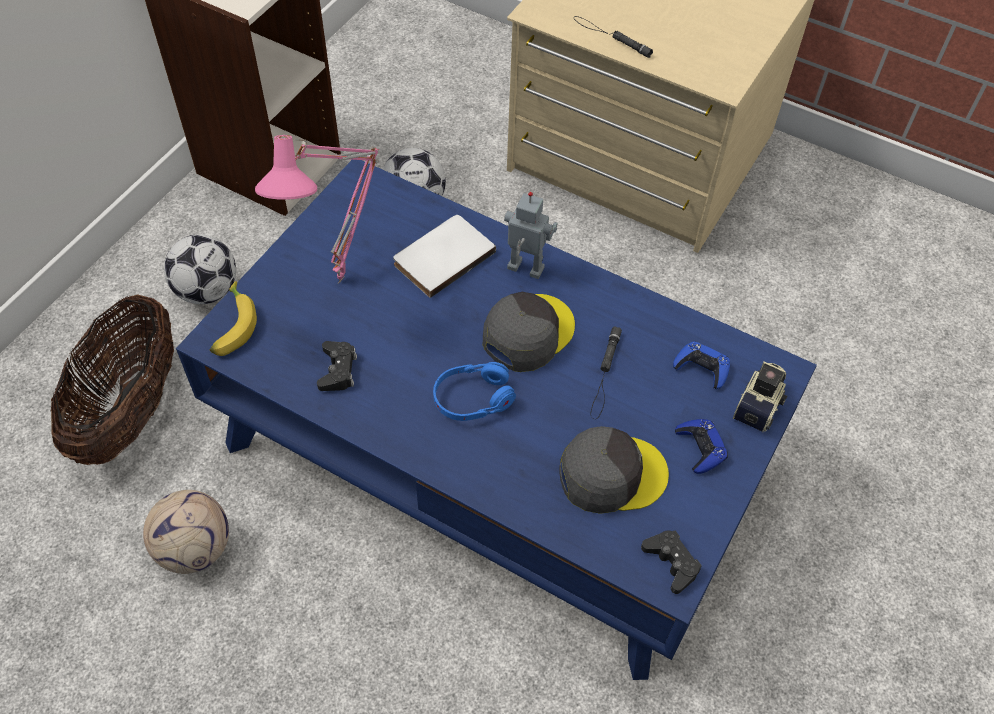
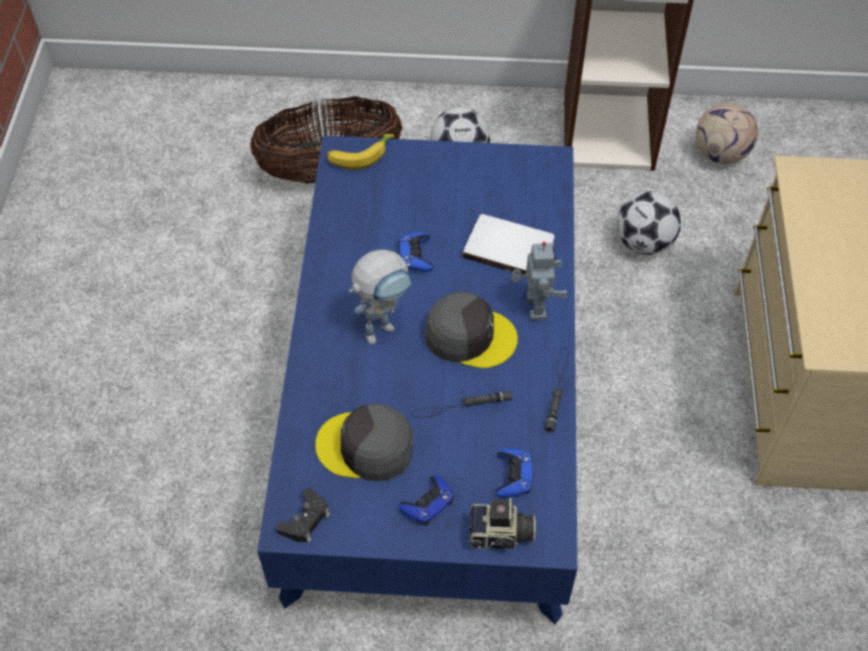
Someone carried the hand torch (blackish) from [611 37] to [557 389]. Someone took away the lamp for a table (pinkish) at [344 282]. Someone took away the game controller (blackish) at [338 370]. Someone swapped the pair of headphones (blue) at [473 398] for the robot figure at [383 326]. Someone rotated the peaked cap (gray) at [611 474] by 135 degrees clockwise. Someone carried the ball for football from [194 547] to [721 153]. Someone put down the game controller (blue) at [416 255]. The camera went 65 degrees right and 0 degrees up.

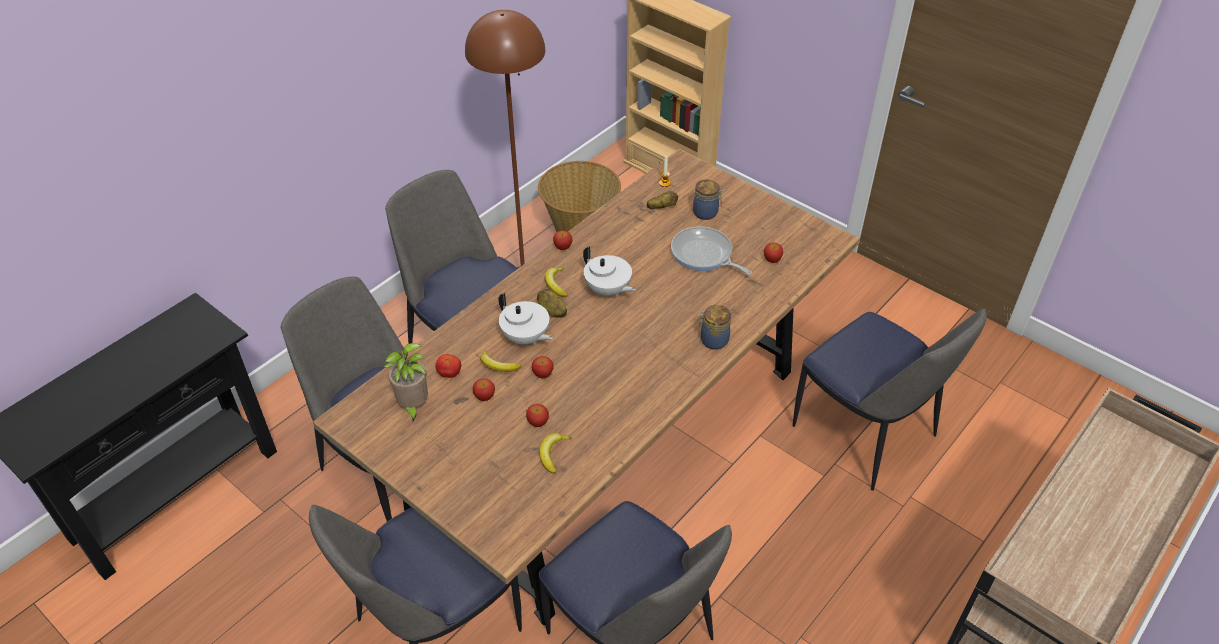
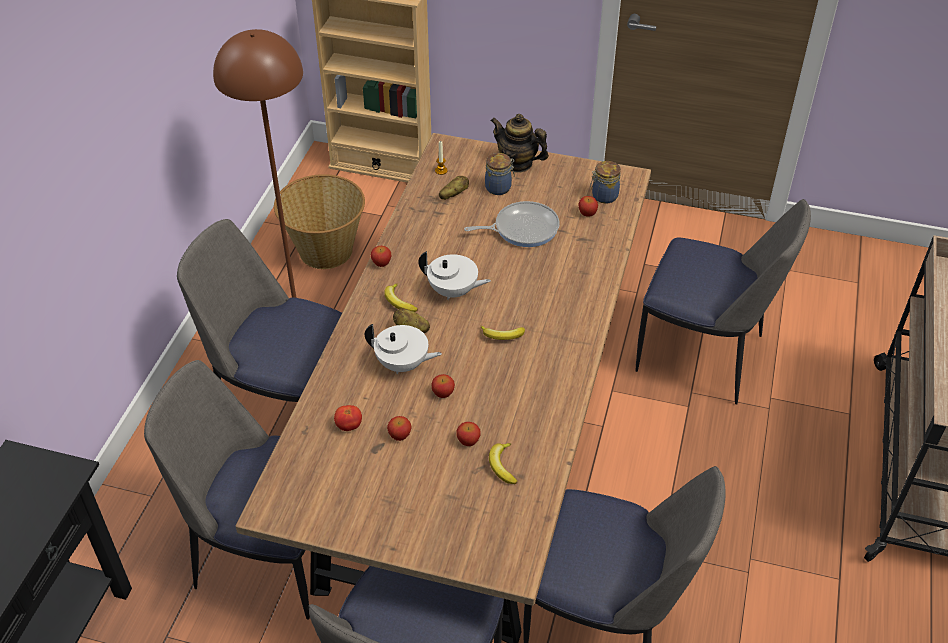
Someone rotated the frying pan at [704 255] by 150 degrees clockwise. Someone carried the jar from [713 340] to [603 196]. Someone took away the potted plant at [413 406]. Someone carried the banana from [498 366] to [502 336]. Someone put down the tea pot at [518 163]. The camera went 25 degrees left and 0 degrees up.

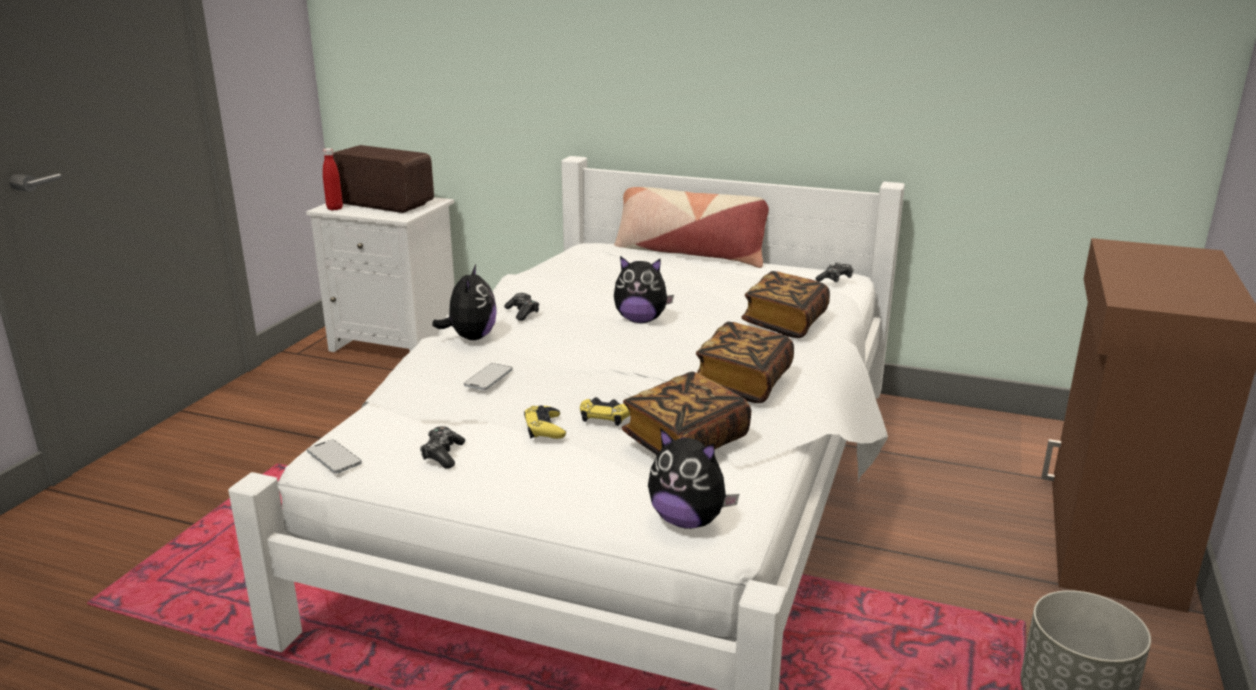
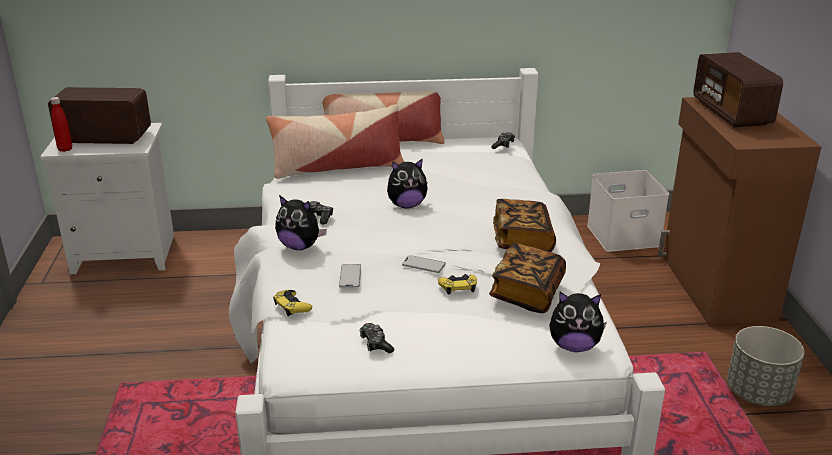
Someone rotated the soft toy at [470 337] by 135 degrees clockwise. Someone took away the book at [785 322]. Someone carried the game controller (yellow-coloured) from [544 428] to [292 306]. Someone carried the phone from [334 458] to [423 265]. Someone put down the radio at [731 113]. Someone put down the cushion at [337 167]. Someone put down the storage bin (whitish) at [624 234]. The camera went 25 degrees left and 5 degrees up.

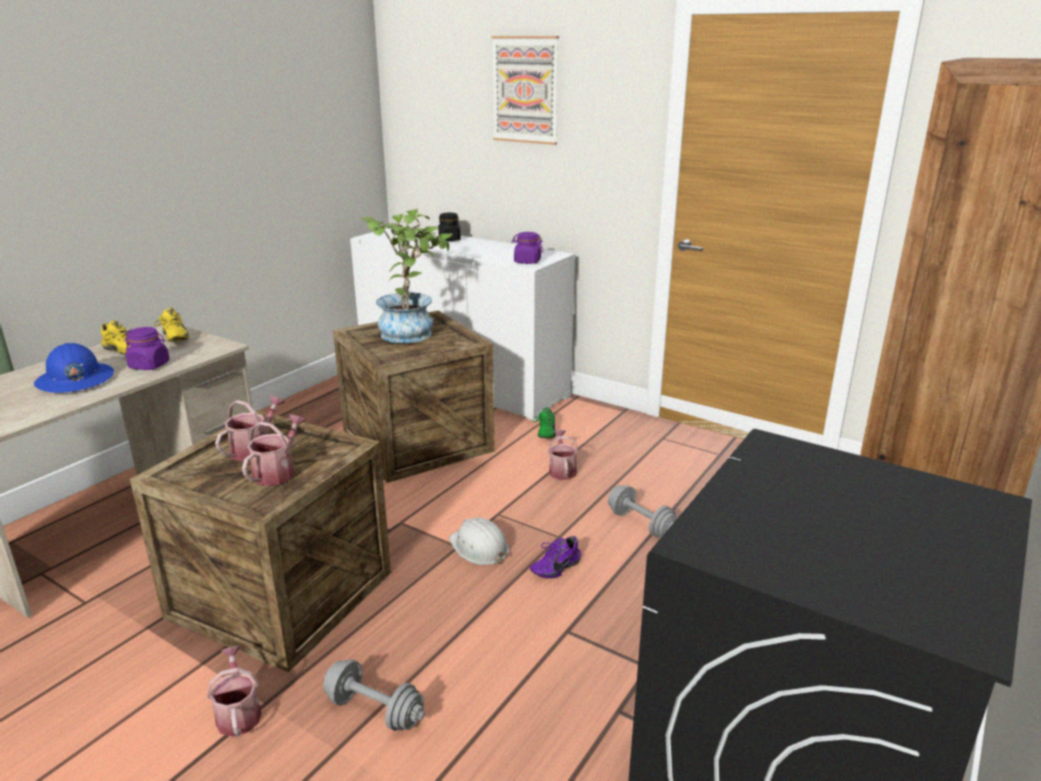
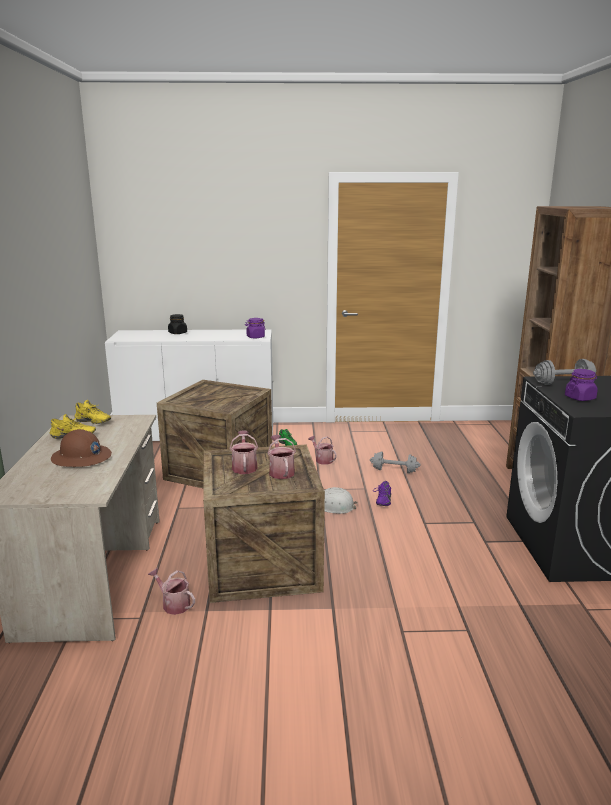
Someone took away the picture at [525 90]. Someone took away the potted plant at [412 331]. Someone carried the jar (purple-coloured) from [150 365] to [580 398]. Someone repainted the hard hat (blue) at [75 380], which became the hard hat (brown) at [81 458]. Someone carried the sprinkling can from [238 713] to [173 604]. Someone carried the dumbbell (gray) from [375 710] to [563 383]. The camera went 35 degrees left and 5 degrees down.

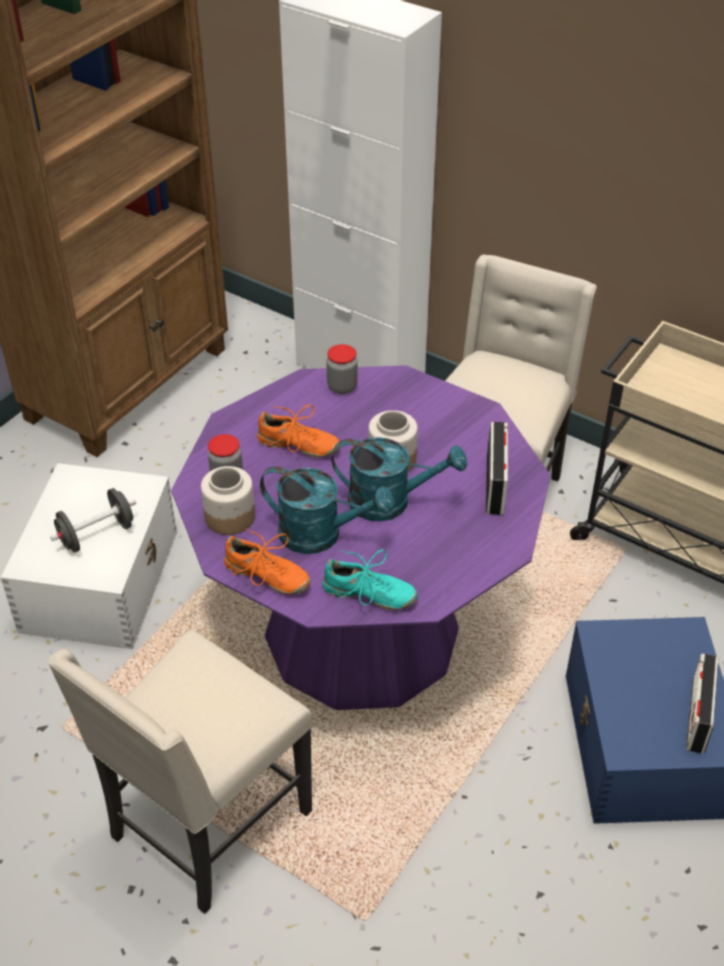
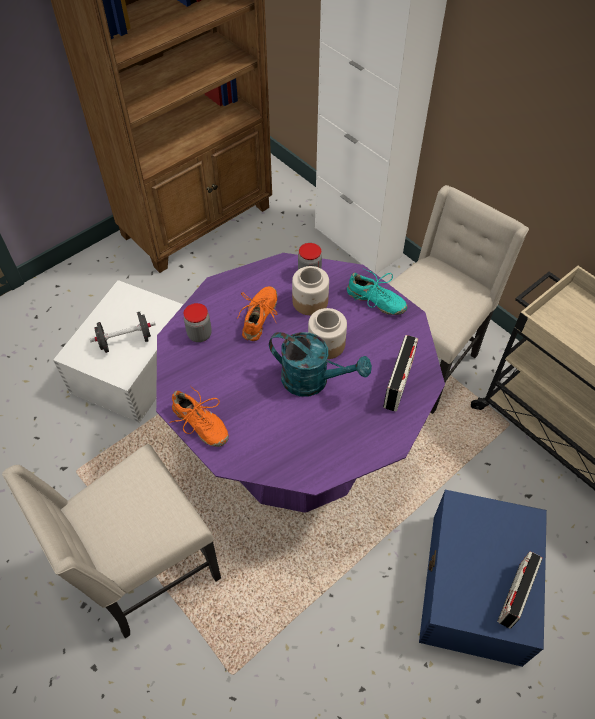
Someone rotated the low shoe (orange) at [298 446] by 105 degrees counterclockwise. Someone carried the jar from [229 517] to [309 301]. Someone took away the sprinkling can (turquoise) at [321 535]. Someone carried the low shoe (turquoise) from [369 595] to [375 301]. The camera went 15 degrees right and 10 degrees up.

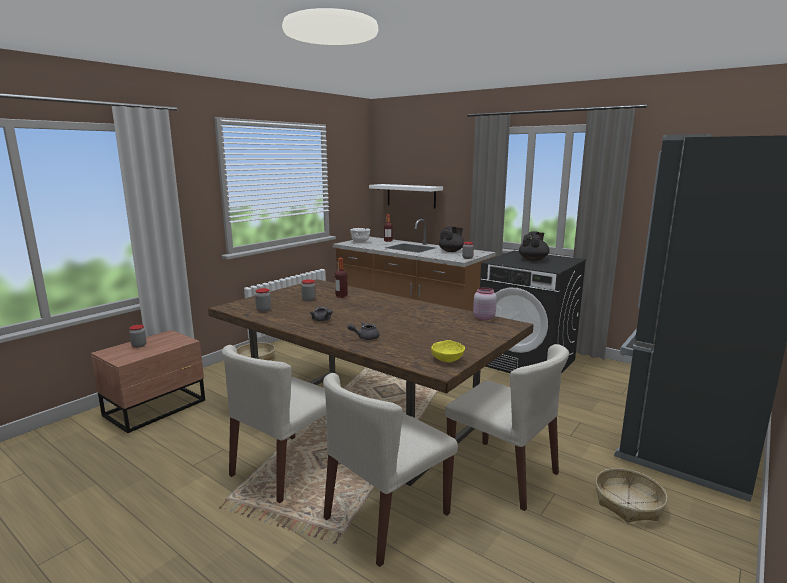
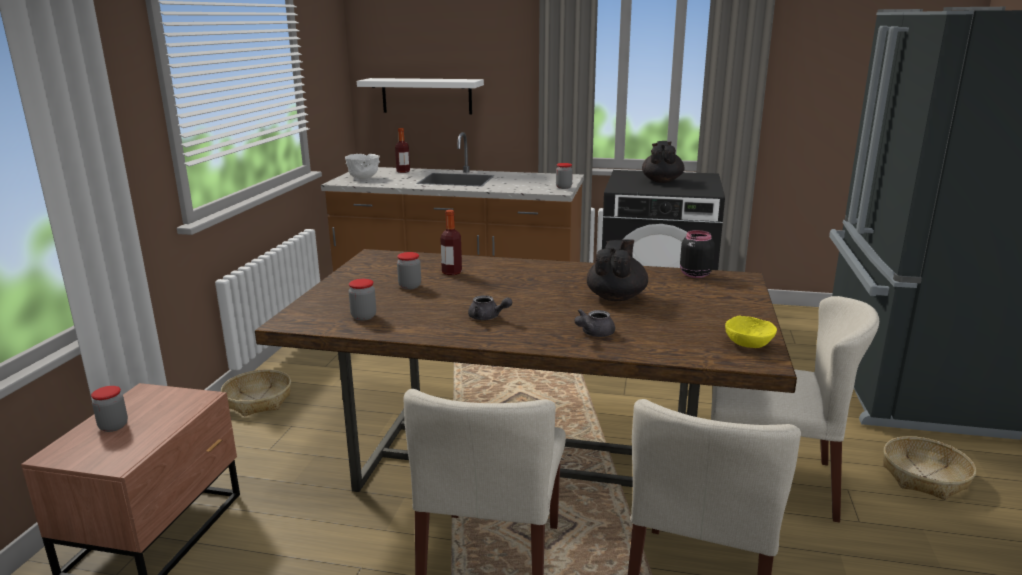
Someone carried the tea pot (blackish) from [451 251] to [616 297]. Someone repainted the jar (pinkish) at [483 318], which became the jar (blackish) at [694 274]. The camera went 25 degrees left and 5 degrees up.

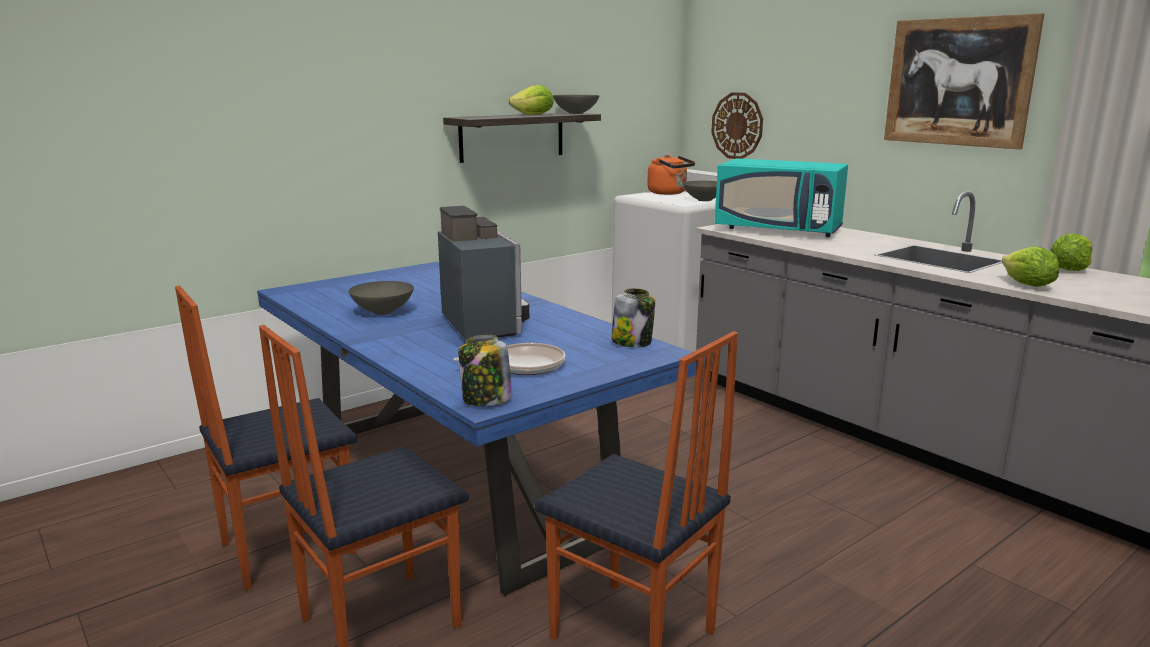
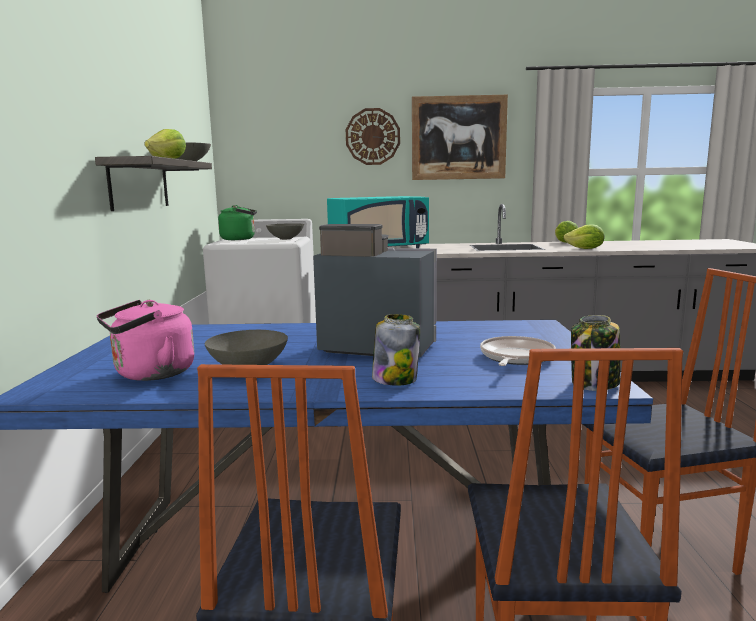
Someone carried the hanging clock from [737 126] to [372 136]. Someone repainted the tea kettle (orange) at [669 193], which became the tea kettle (green) at [240 239]. Someone carried the jar from [632 342] to [395 379]. Someone put down the tea kettle (pinkish) at [150 374]. The camera went 50 degrees left and 5 degrees down.

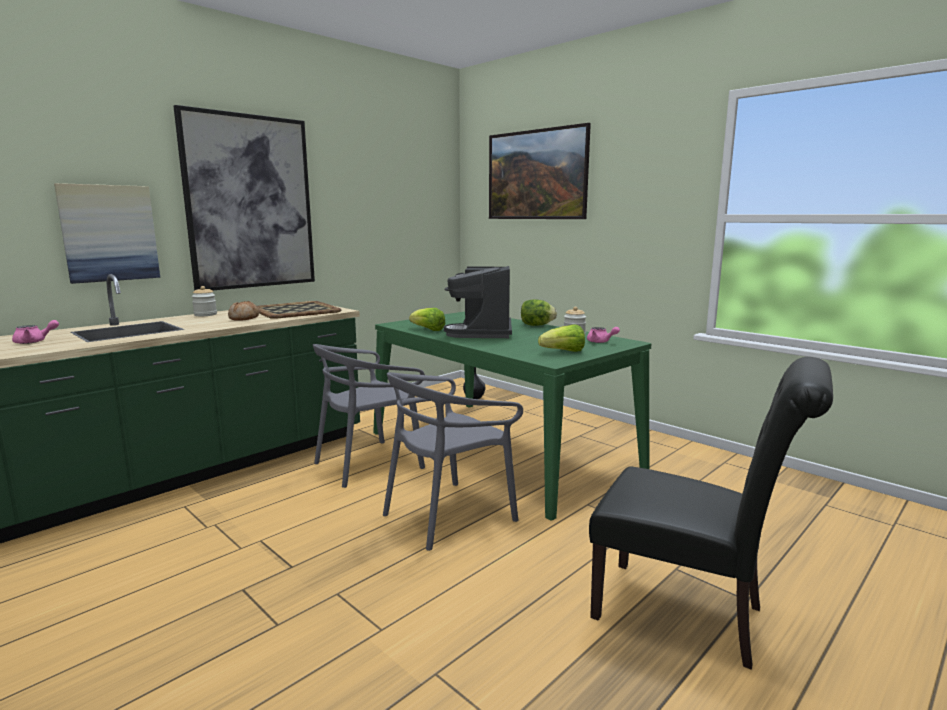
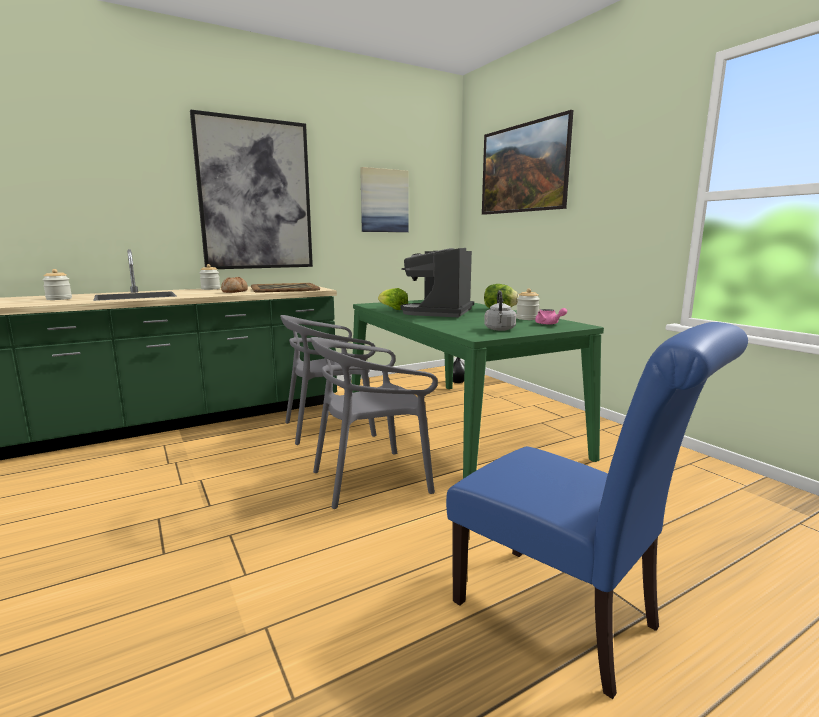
Someone carried the picture from [109 233] to [384 201]. Someone swapped the tea pot (pinkish) at [34 342] for the jar at [59 299]. Someone swapped the lettuce at [564 352] for the tea kettle (gray) at [499 329]. Someone repainted the chair (blackish) at [689 615], which became the chair (blue) at [566 619]. The camera went 15 degrees right and 0 degrees up.

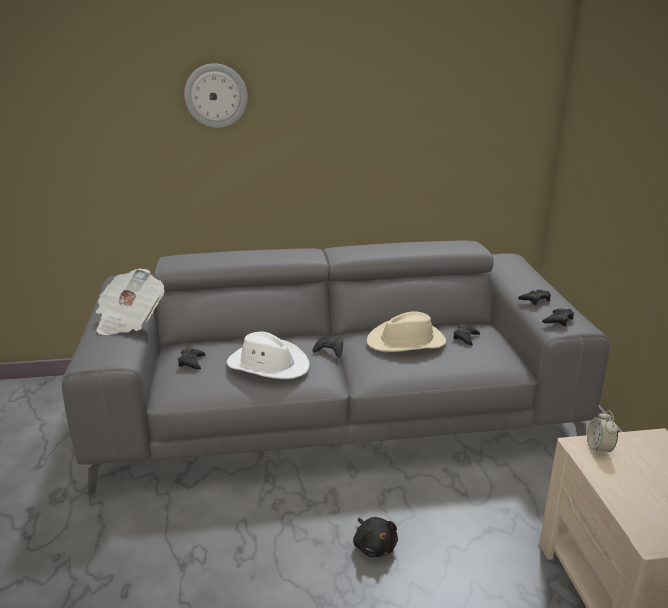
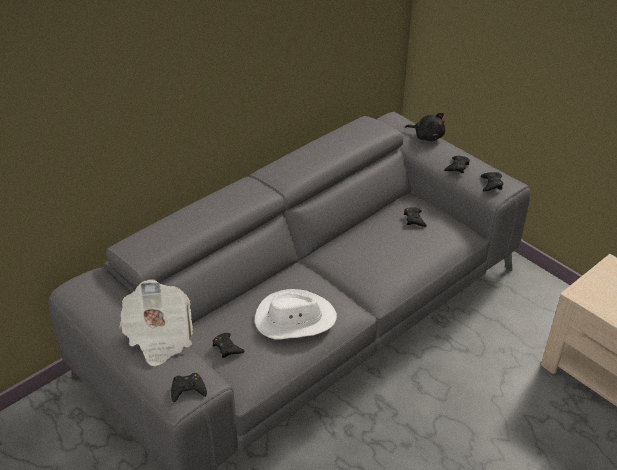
Someone took away the hanging clock at [216 95]. Someone took away the clothing hat (beige-coloured) at [406 342]. Someone carried the game controller (blackish) from [329 350] to [188 390]. Someone took away the table clock at [599 448]. Someone carried the soft toy (blackish) from [374 546] to [427 136]. The camera went 35 degrees left and 15 degrees up.

